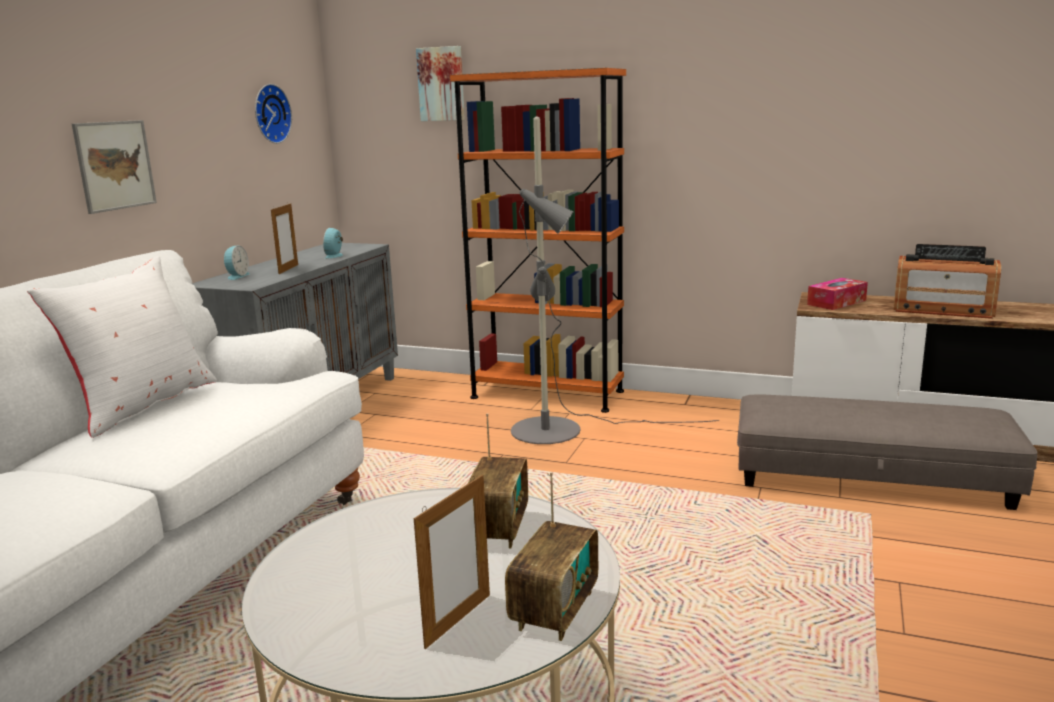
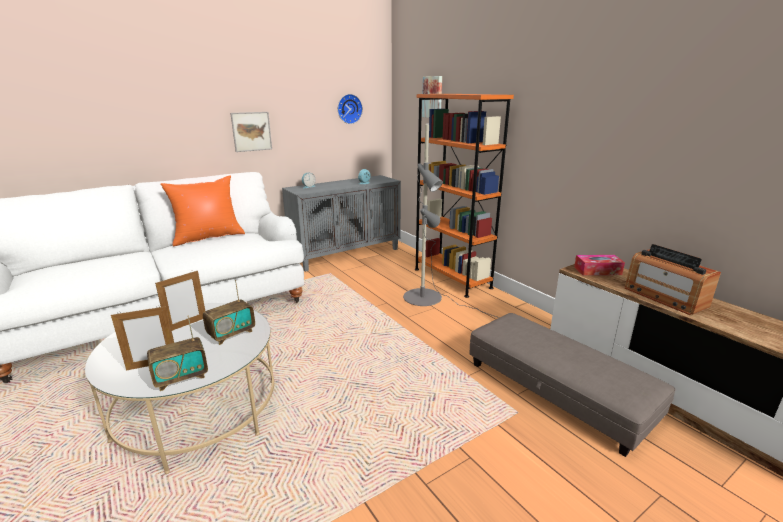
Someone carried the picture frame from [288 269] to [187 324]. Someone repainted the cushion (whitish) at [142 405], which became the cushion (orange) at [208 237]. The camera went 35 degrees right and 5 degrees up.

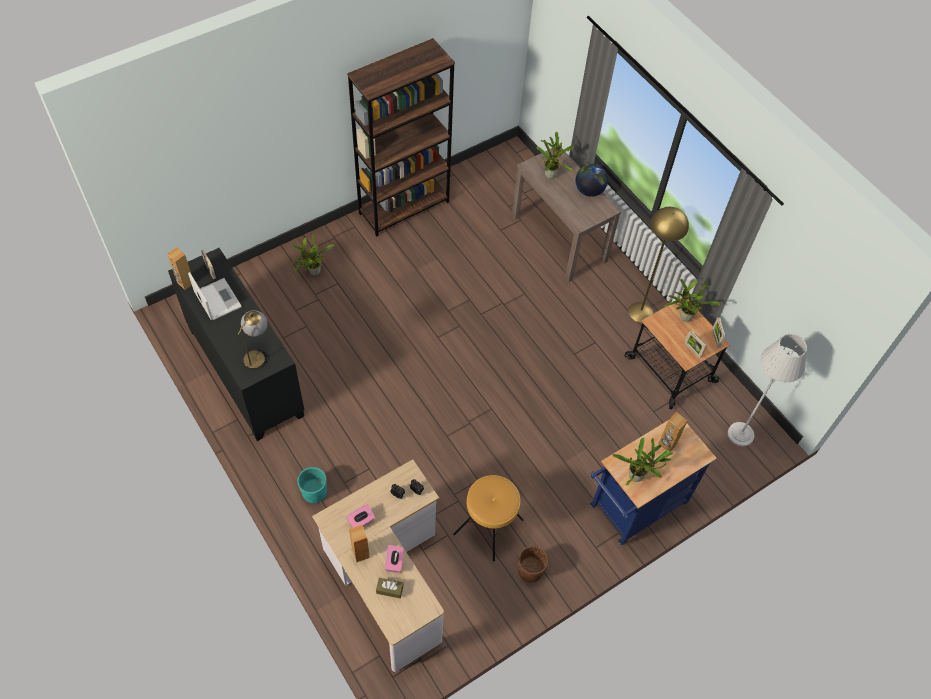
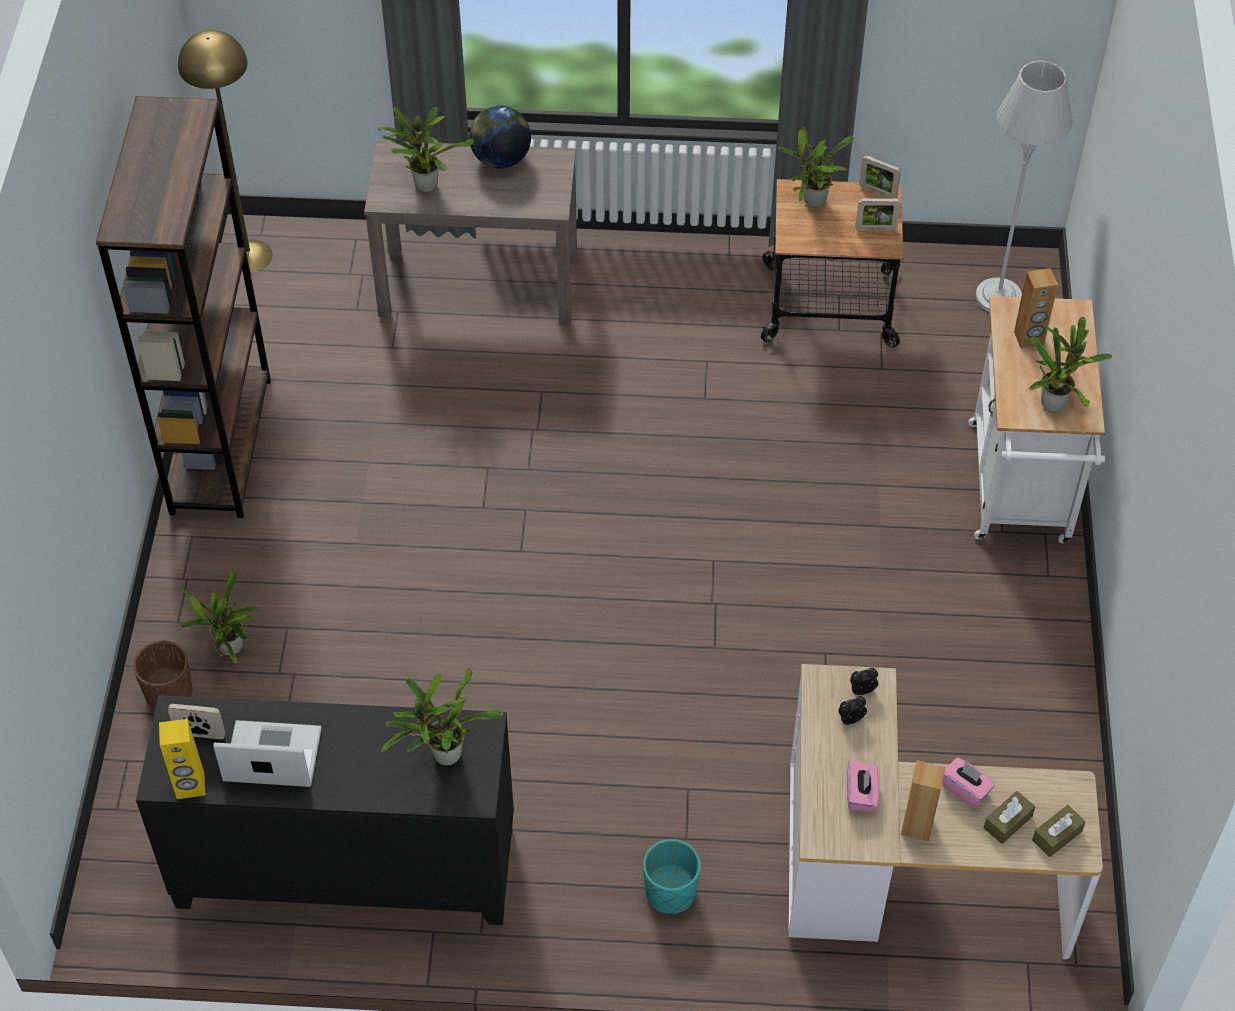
Someone carried the standard lamp (yellow-coloured) from [640 312] to [248 256]. Someone repainted the audio speaker (brown) at [185 283], which became the audio speaker (yellow-coloured) at [190 786]. Someone swapped the lamp for a table at [257 354] for the potted plant at [442 755]. Someone repainted the cart (blue) at [633 508], which became the cart (whitish) at [1020 492]. Someone took away the stool seat (brown) at [489 527]. Someone carried the plant pot (brown) from [530 570] to [169 693]. Someone put down the box of tissues (brown) at [1057 836]. The camera went 50 degrees left and 5 degrees down.

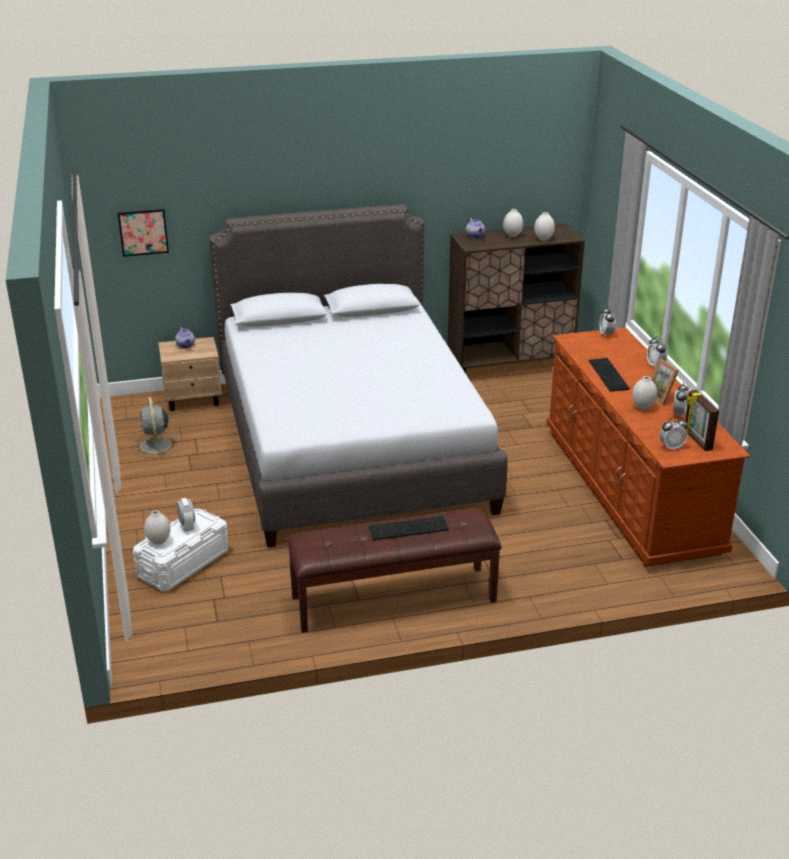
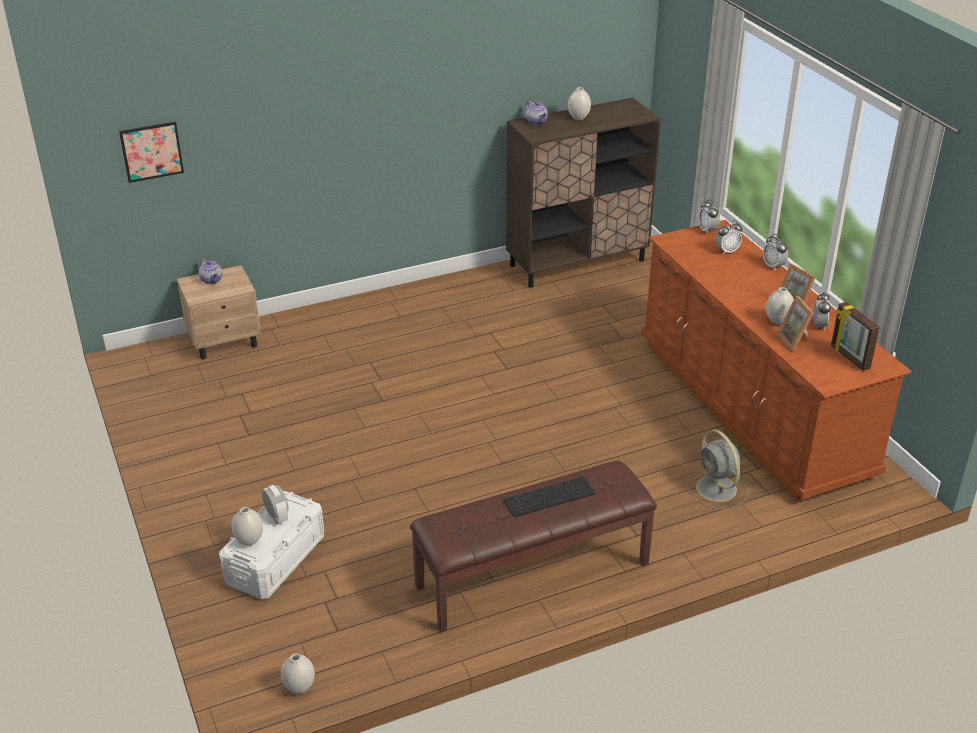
Someone took away the bedroom bed (gray) at [350 444]. Someone carried the vase (whitish) from [544 239] to [300 687]. Someone took away the keyboard at [610 375]. Someone carried the fan (gray) from [156 446] to [717 489]. Someone carried the table clock from [671 447] to [727 251]. Someone put down the picture frame at [795 341]. The camera went 10 degrees left and 5 degrees up.

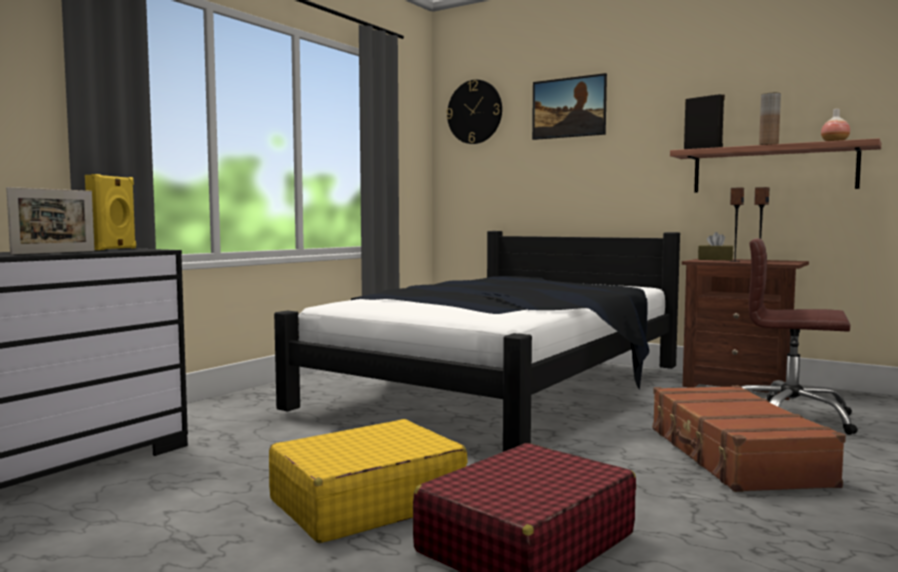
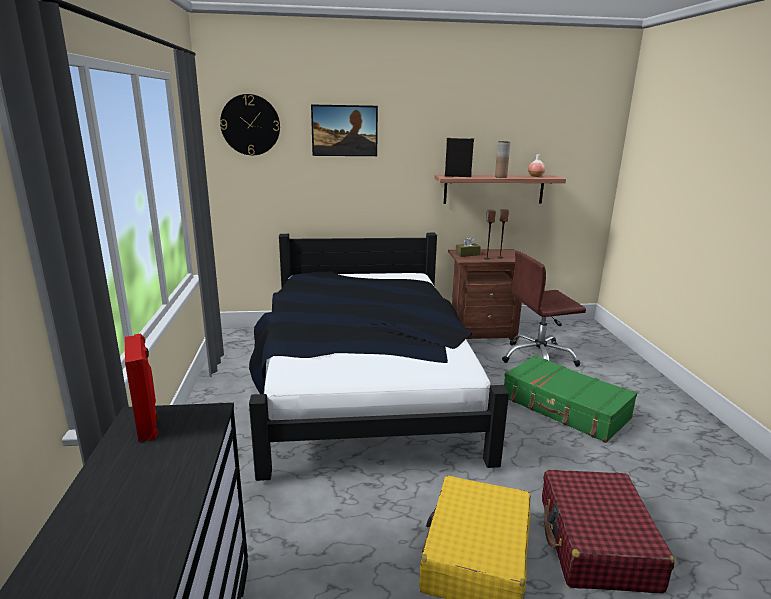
Someone repainted the audio speaker (yellow-coloured) at [114 249], which became the audio speaker (red-coloured) at [148 423]. Someone took away the picture frame at [54 252]. Someone repainted the piece of luggage (brown) at [734 456], which became the piece of luggage (green) at [564 408]. The camera went 40 degrees left and 15 degrees up.

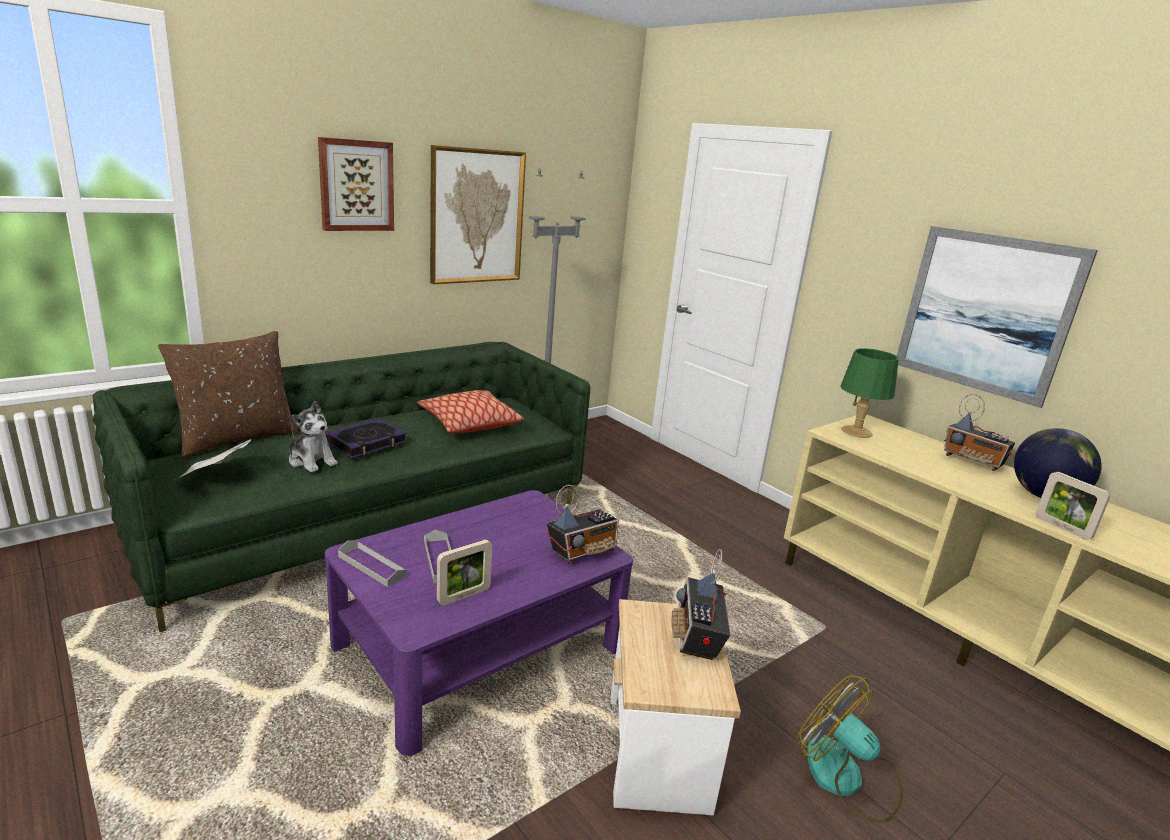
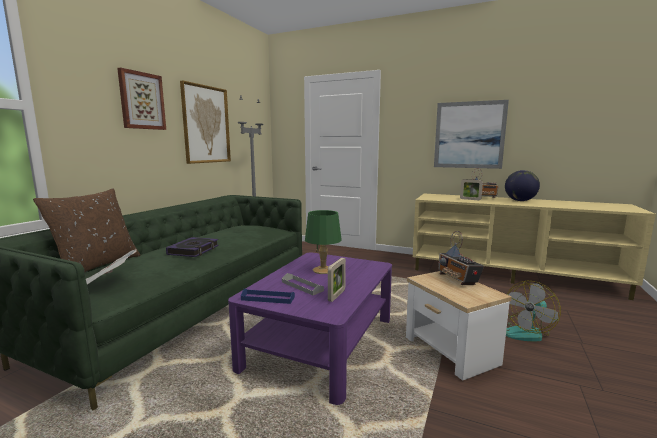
Someone carried the lamp for a table (green) from [856 432] to [323 270]. Someone took away the cushion at [469 423]. Someone took away the soft toy at [312 461]. Someone carried the picture frame from [1062 528] to [470 199]. Someone took away the radio at [583 552]. Someone repainted the tray (gray) at [372 566], which became the tray (blue) at [268 298]. Someone rotated the fan at [846 778] by 60 degrees counterclockwise. The camera went 25 degrees left and 10 degrees down.

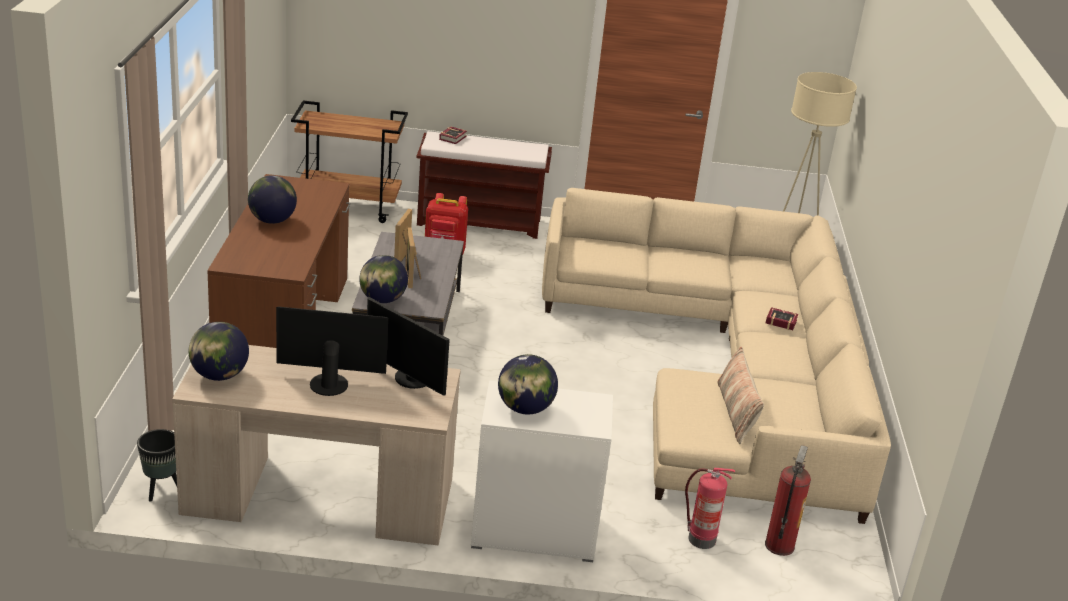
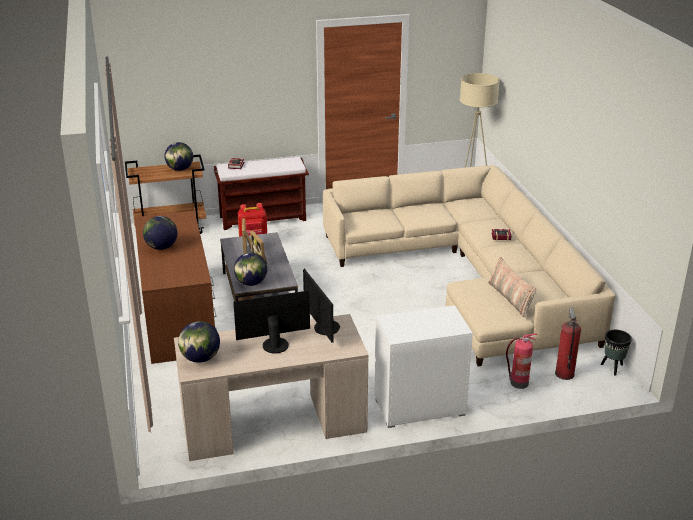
Someone rotated the monitor at [410 380] by 45 degrees clockwise. Someone carried the globe from [525 409] to [180 169]. Someone carried the plant pot (blackish) from [161 490] to [613 368]. The camera went 15 degrees left and 0 degrees up.

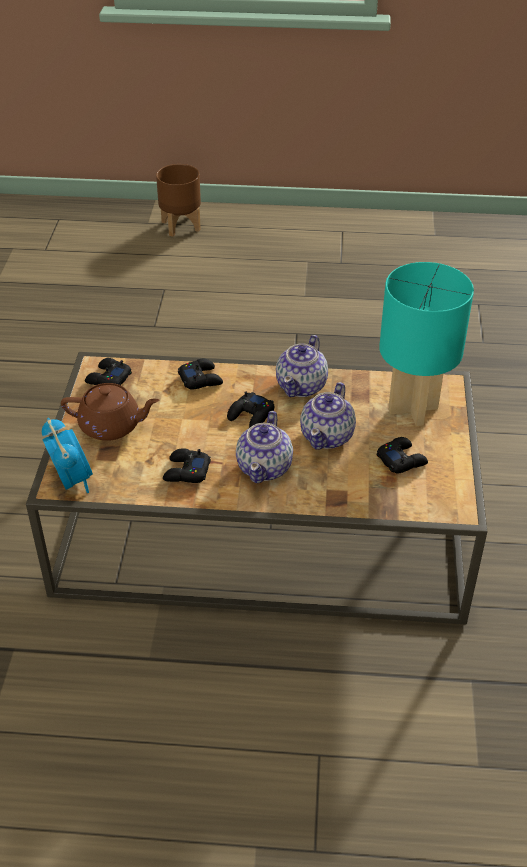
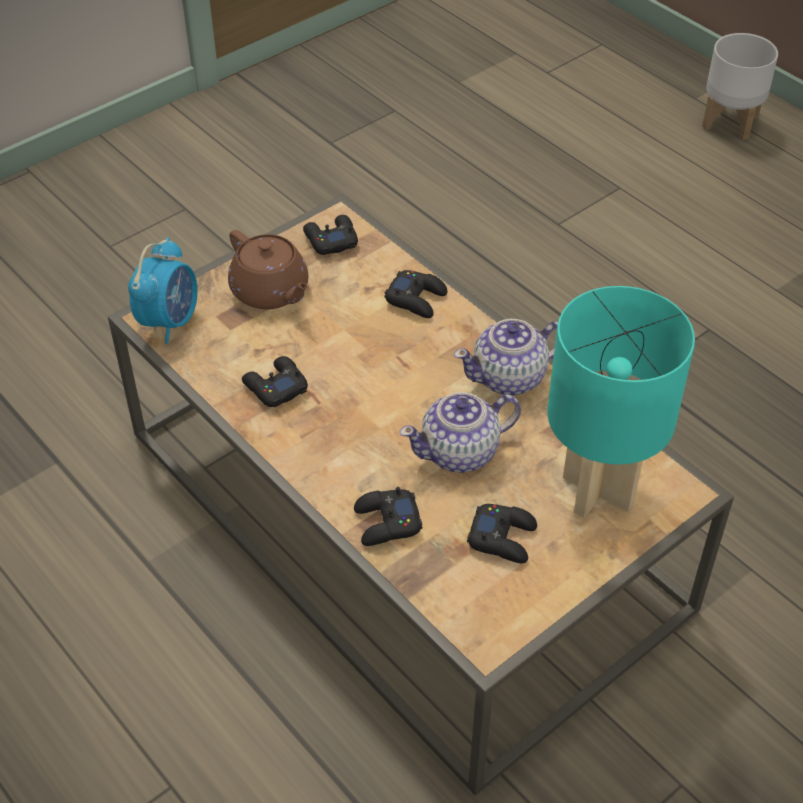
Someone repainted the plant pot (brown) at [181 226], which became the plant pot (whitish) at [731 122]. Someone carried the game controller (blackish) from [251 416] to [386 523]. Someone took away the tea pot at [265 467]. The camera went 45 degrees right and 5 degrees up.

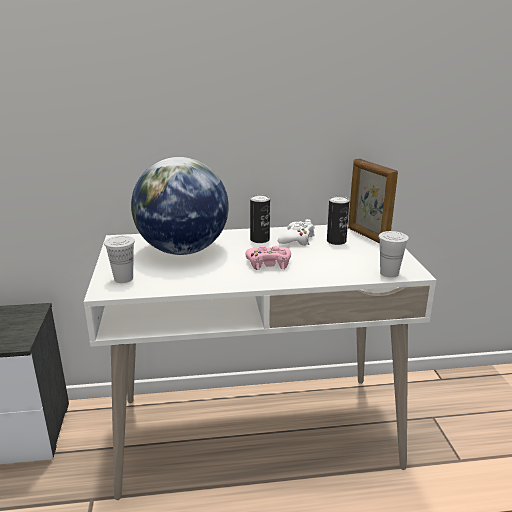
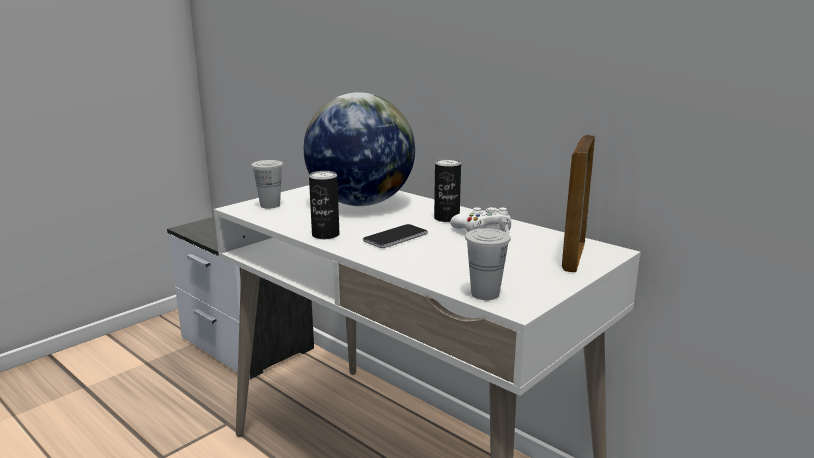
Someone carried the can from [336 241] to [325 235]. Someone swapped the game controller (pinkish) at [269 263] for the phone at [395 237]. The camera went 50 degrees right and 5 degrees down.

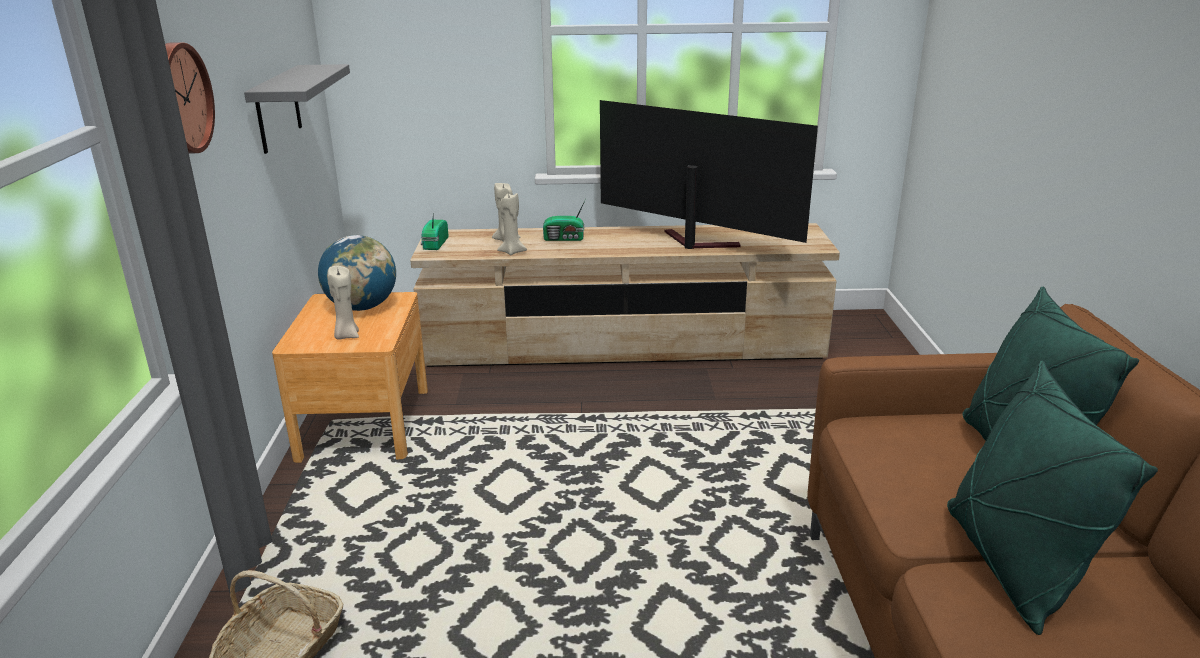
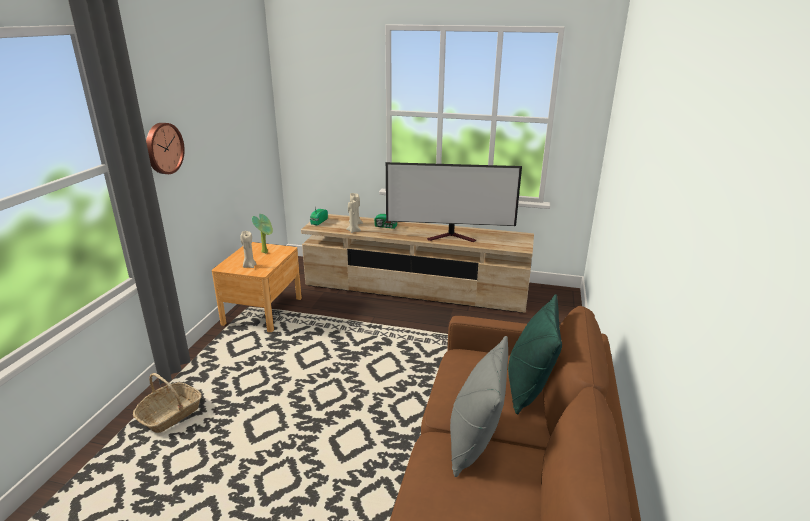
Someone took away the bracket shelf (gray) at [278 108]. Someone rotated the TV set at [692 243] by 135 degrees clockwise. Someone swapped the globe at [362 307] for the potted plant at [266 252]. Someone repainted the cushion (green) at [1011 566], which became the cushion (gray) at [474 441]. The camera went 15 degrees right and 0 degrees up.

